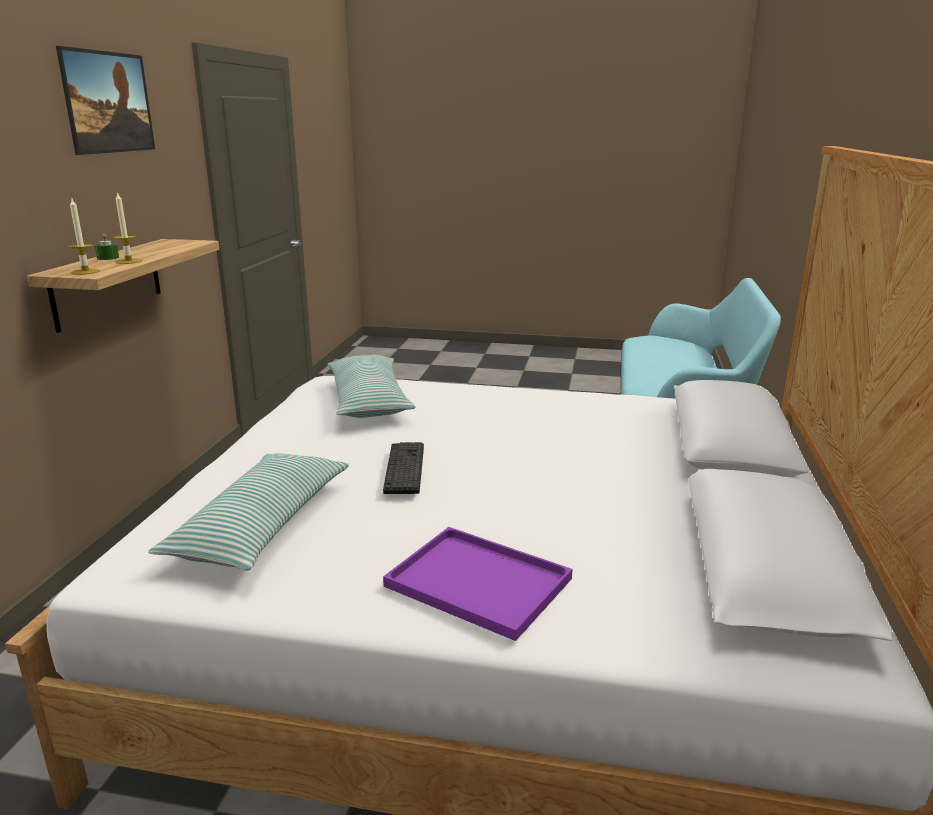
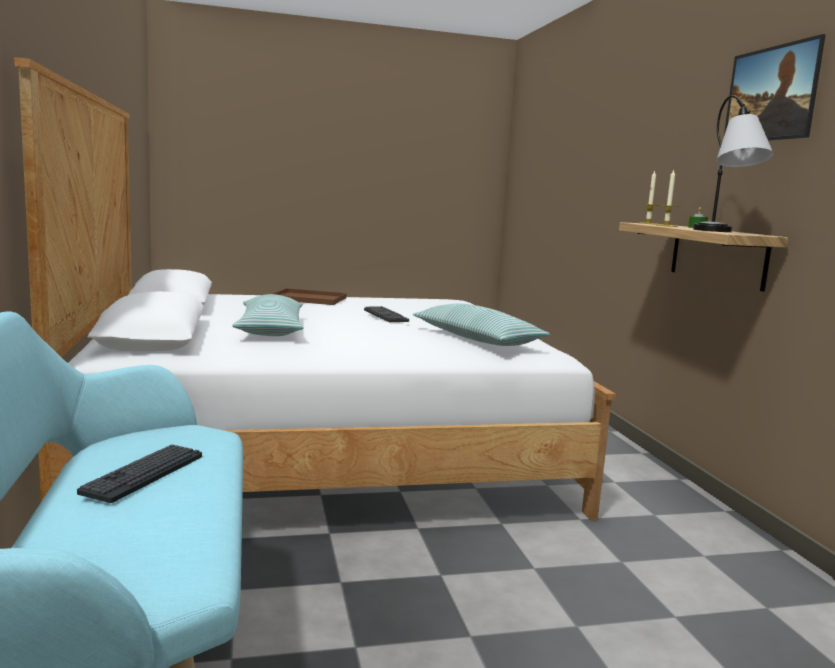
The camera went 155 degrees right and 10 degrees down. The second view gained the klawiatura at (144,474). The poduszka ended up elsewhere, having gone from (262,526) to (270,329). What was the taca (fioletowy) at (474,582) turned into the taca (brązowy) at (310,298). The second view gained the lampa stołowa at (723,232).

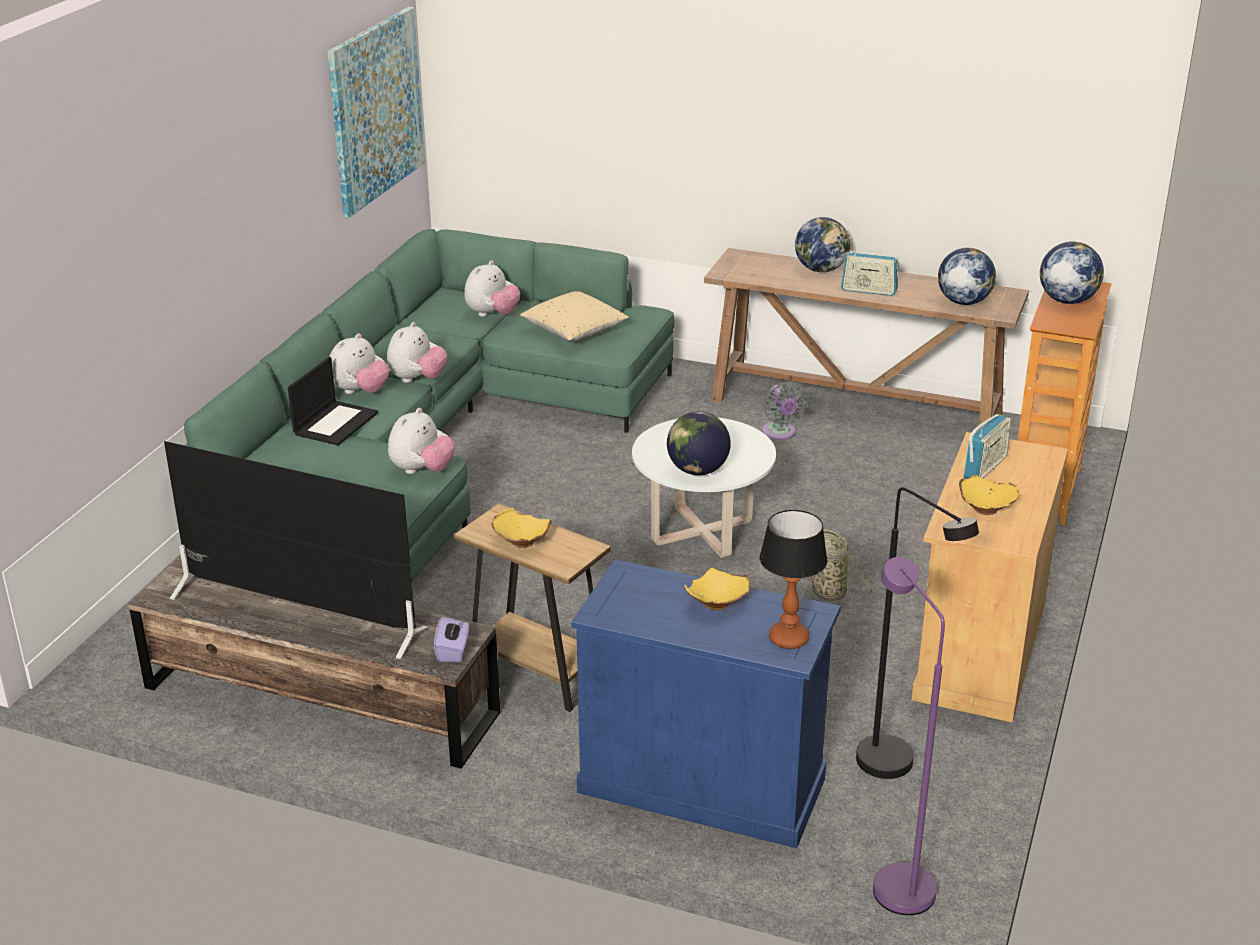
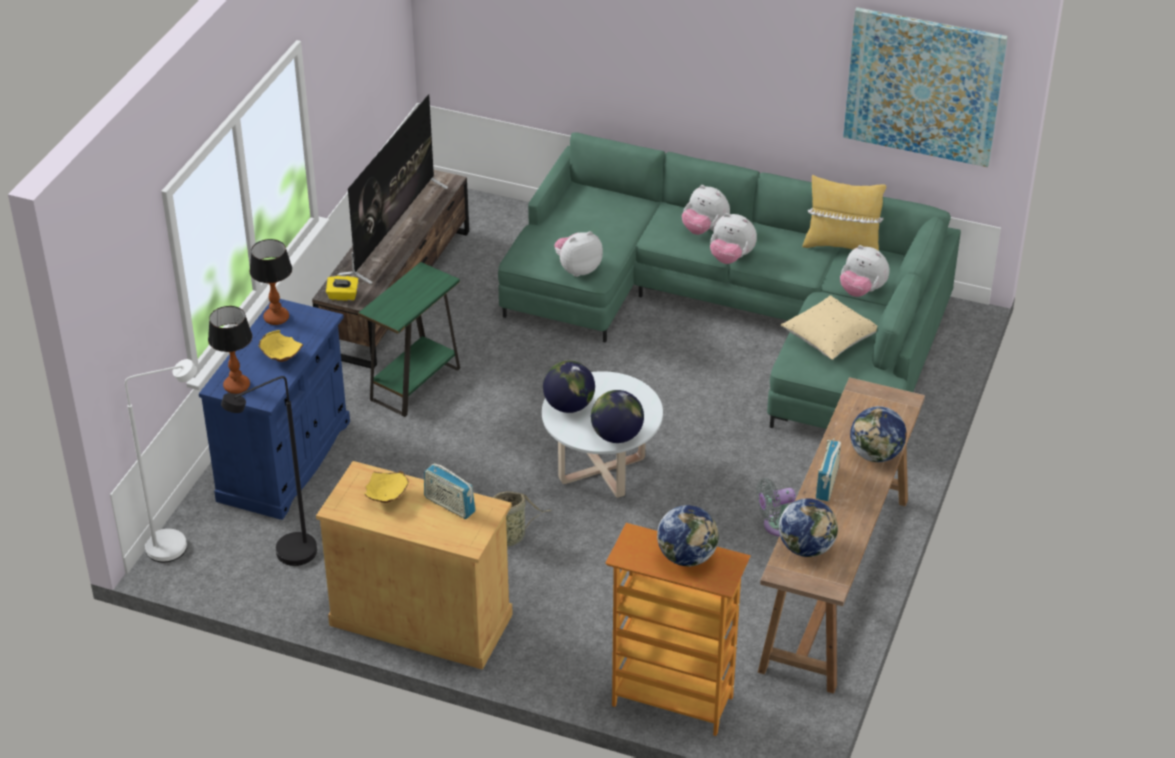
The camera went 90 degrees right and 10 degrees up. What was the lampa stojąca (fioletowy) at (895,879) turned into the lampa stojąca (biały) at (178,545). The second view gained the lampa stołowa at (277,318). What was the pudełko chusteczek (fioletowy) at (453,651) turned into the pudełko chusteczek (żółty) at (343,296). What was the stolik (brązowy) at (537,673) turned into the stolik (zielony) at (415,384). The pluszak at (422,470) ended up facing another way, 120 degrees clockwise from before. The second view gained the globus at (617,435). The second view gained the poduszka (żółty) at (842,245). The second view lost the laptop at (335,423). The second view lost the miska (żółty) at (521,543).

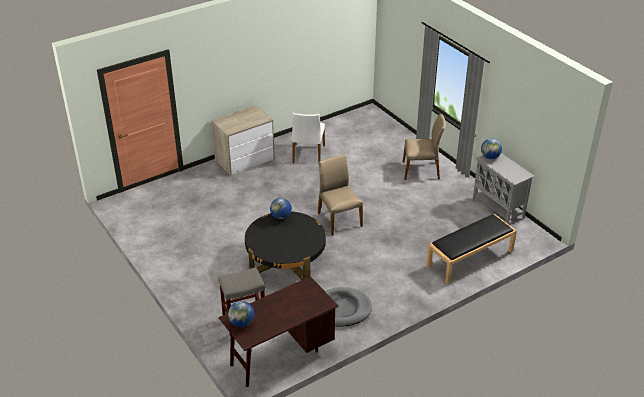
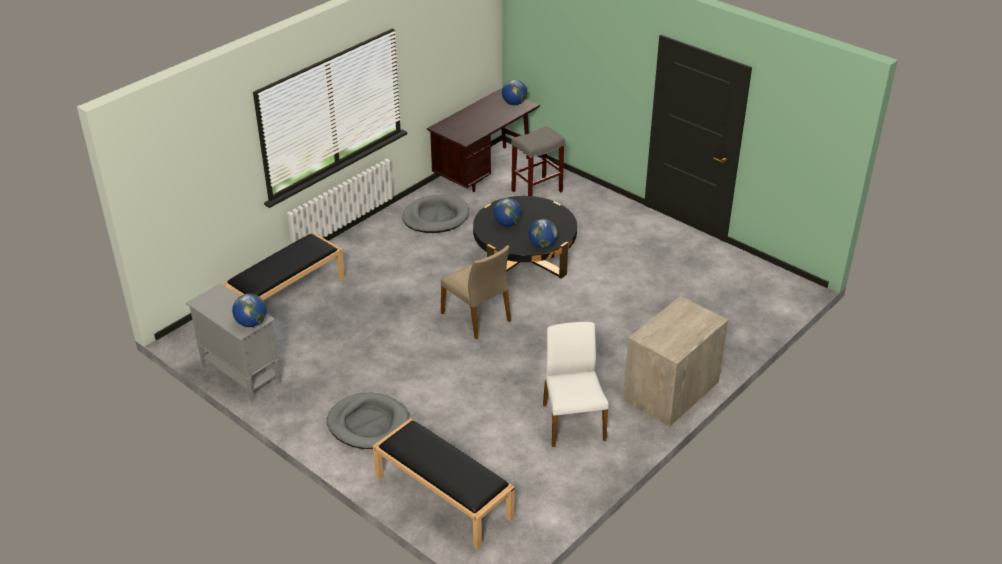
The camera went 165 degrees right and 0 degrees up. Where the krzesło (beżowy) stood at (421,170), the legowisko (szary) came to stand at (368,424). The second view gained the ławka (czarny) at (442,497). The second view gained the globus at (507,224).

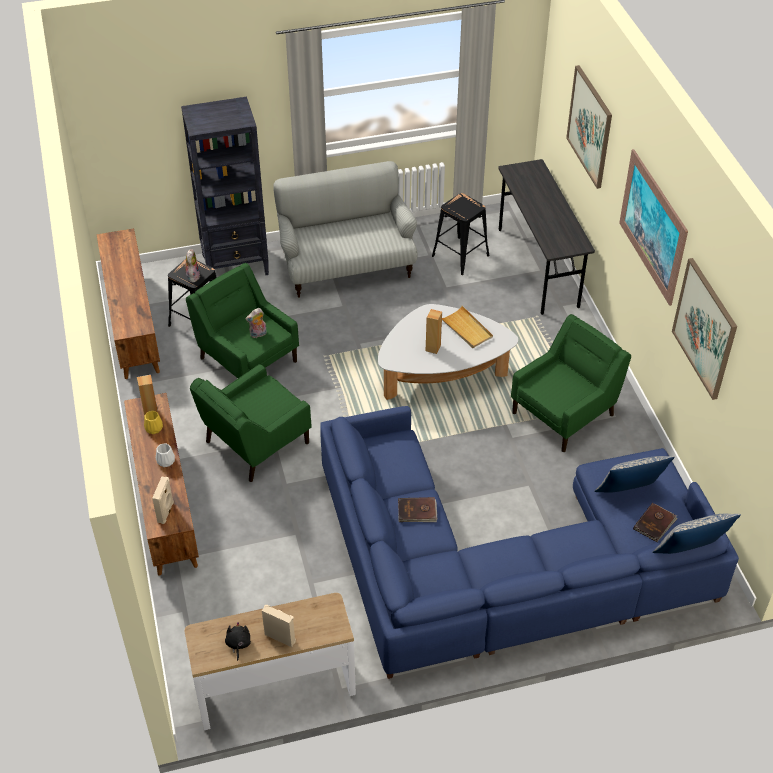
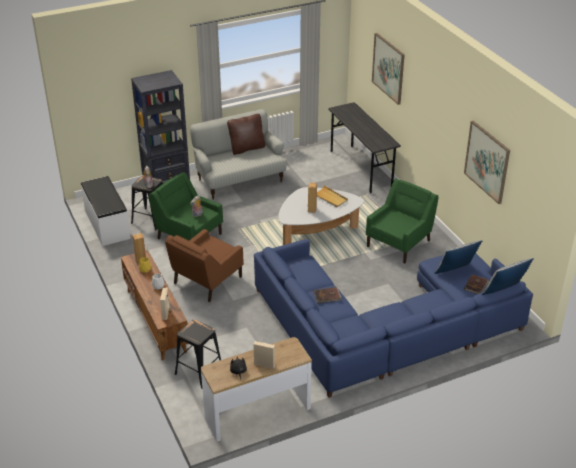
The camera went 10 degrees left and 10 degrees down. Where the szafka pod telewizor (brązowy) stood at (132,324), the ławka (biały) came to stand at (106,225). What was the fotel (zielony) at (255,443) turned into the fotel (brązowy) at (206,281). The stołek (czarny) ended up elsewhere, having gone from (460,256) to (199,371). The second view gained the poduszka (brązowy) at (247,148). The second view lost the obraz at (652,226).

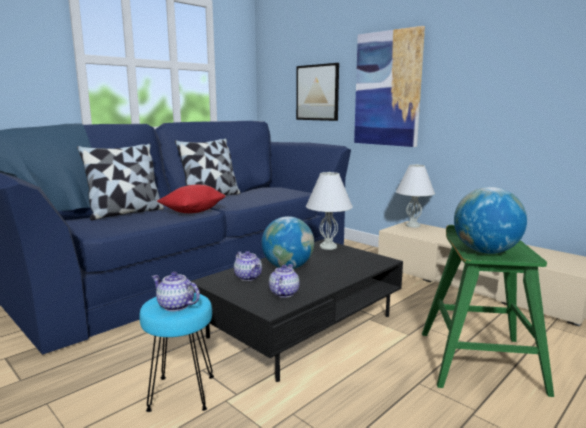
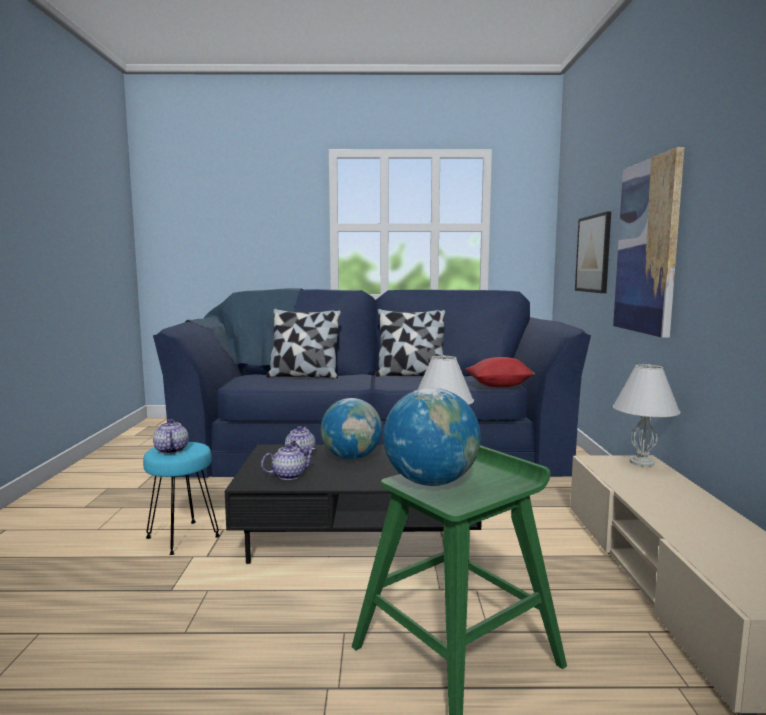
The camera went 45 degrees right and 5 degrees down. The poduszka (czerwony) ended up elsewhere, having gone from (193,211) to (499,386).

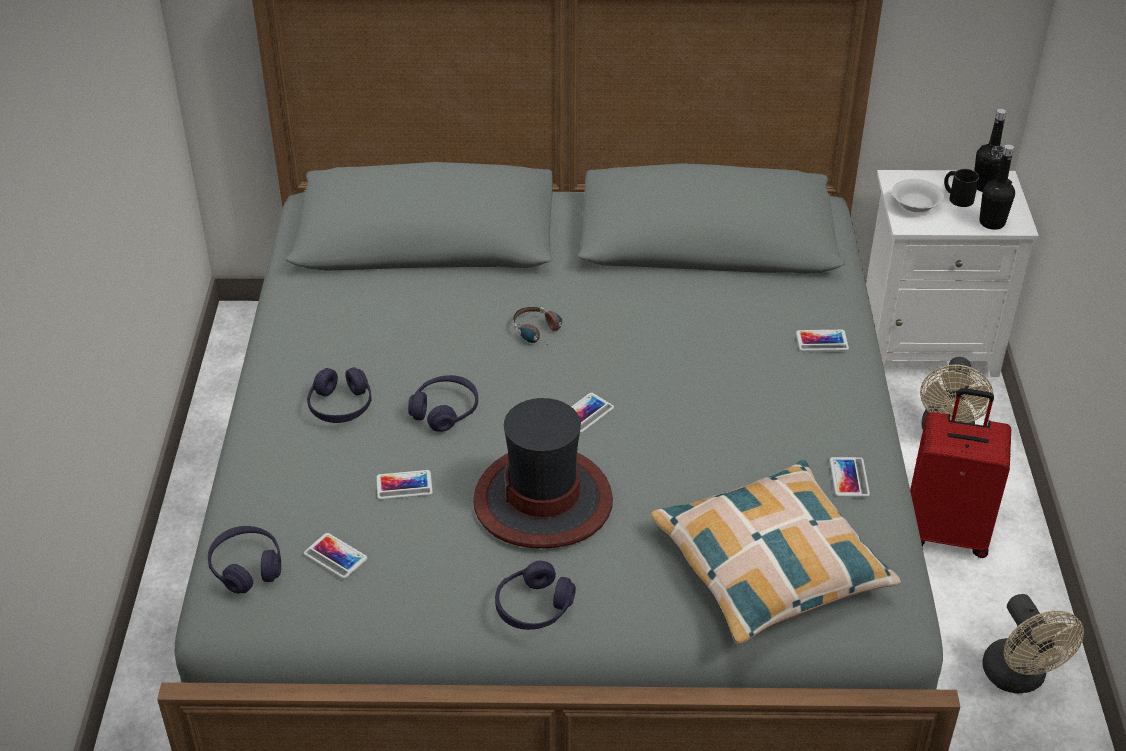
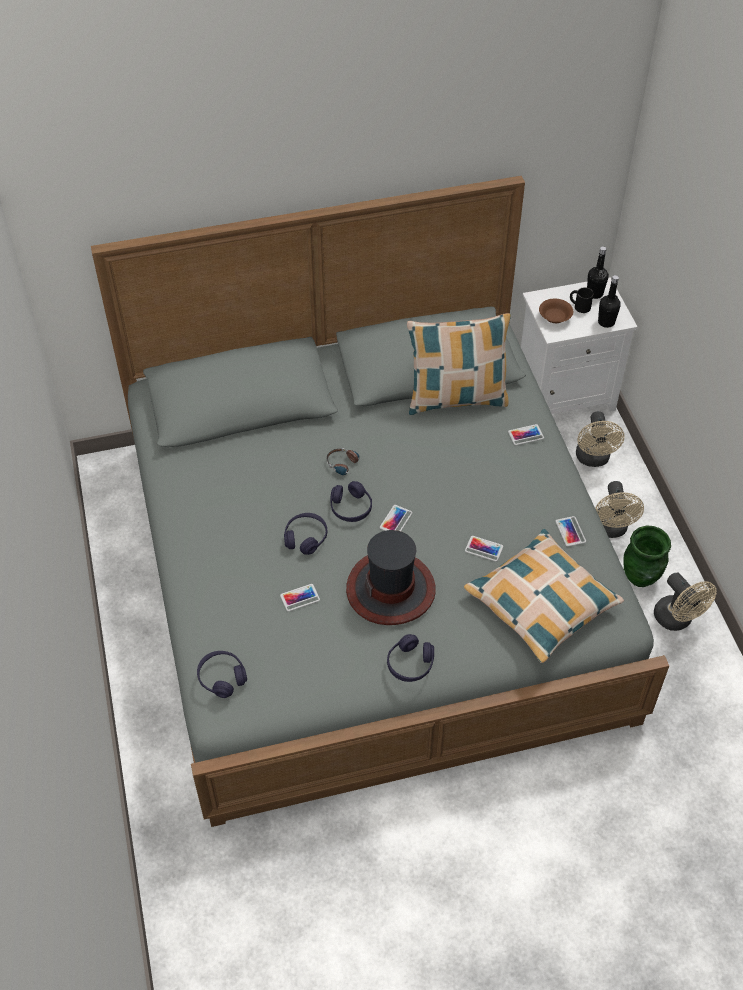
The camera went 15 degrees left and 10 degrees up. The słuchawki (fioletowy) ended up elsewhere, having gone from (340,406) to (351,507). The second view gained the poduszka at (456,398). The telefon ended up elsewhere, having gone from (335,556) to (484,549). What was the miska (biały) at (915,205) turned into the miska (brązowy) at (554,317). Where the walizka (czerwony) stood at (946,531), the wentylator (beżowy) came to stand at (611,529). The second view gained the wazon (zielony) at (641,577).

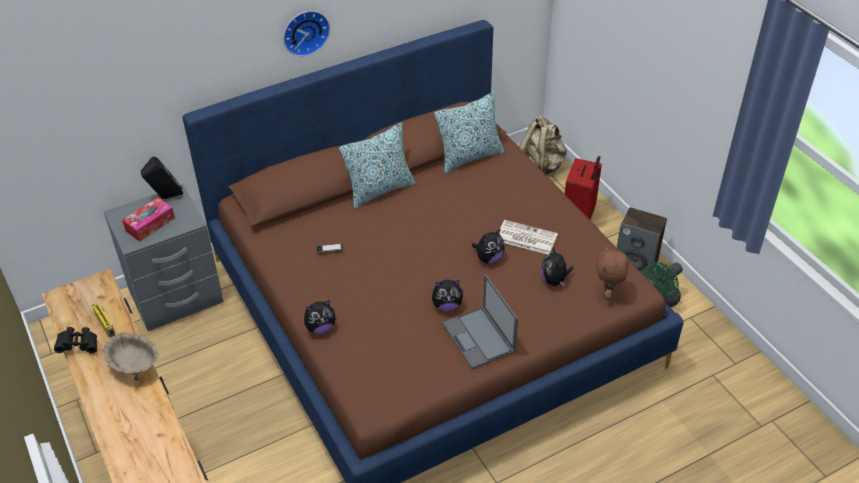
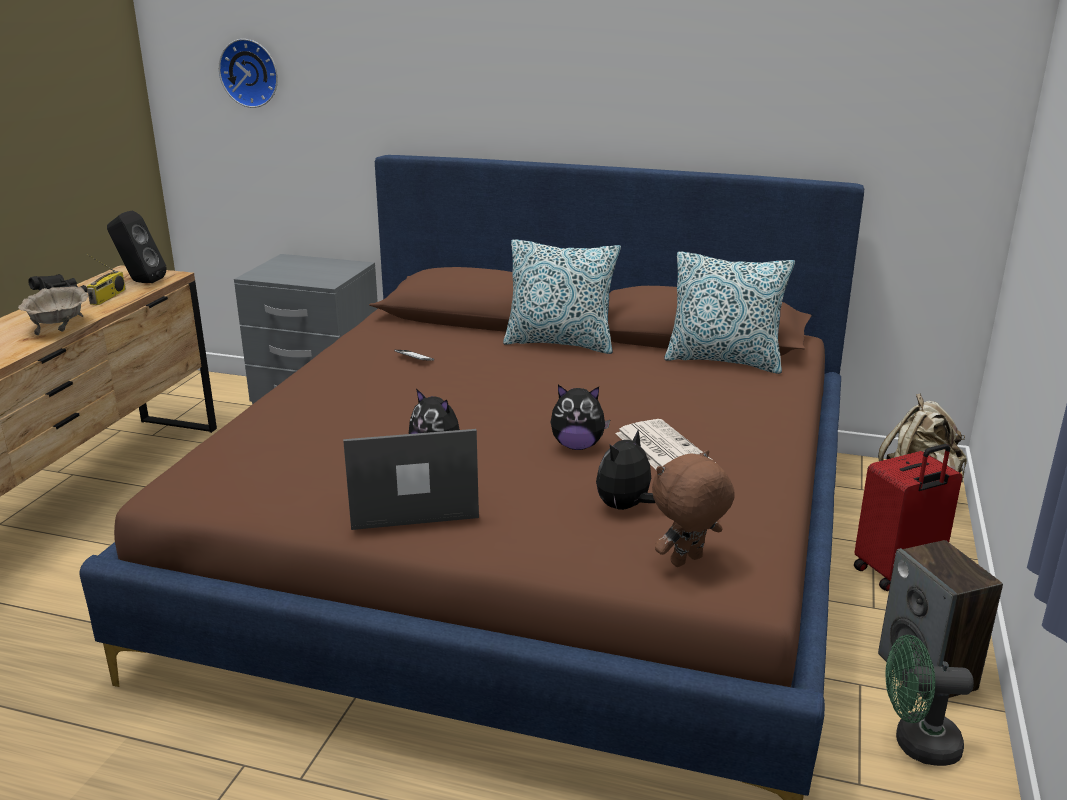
The camera went 45 degrees right and 20 degrees down. The głośnik (czarny) ended up elsewhere, having gone from (166,197) to (140,282). The zegar ścienny ended up elsewhere, having gone from (305,31) to (251,73). The laptop at (479,338) ended up facing another way, 60 degrees clockwise from before. The second view lost the pudełko chusteczek at (150,224). The second view lost the pluszak at (320,327).

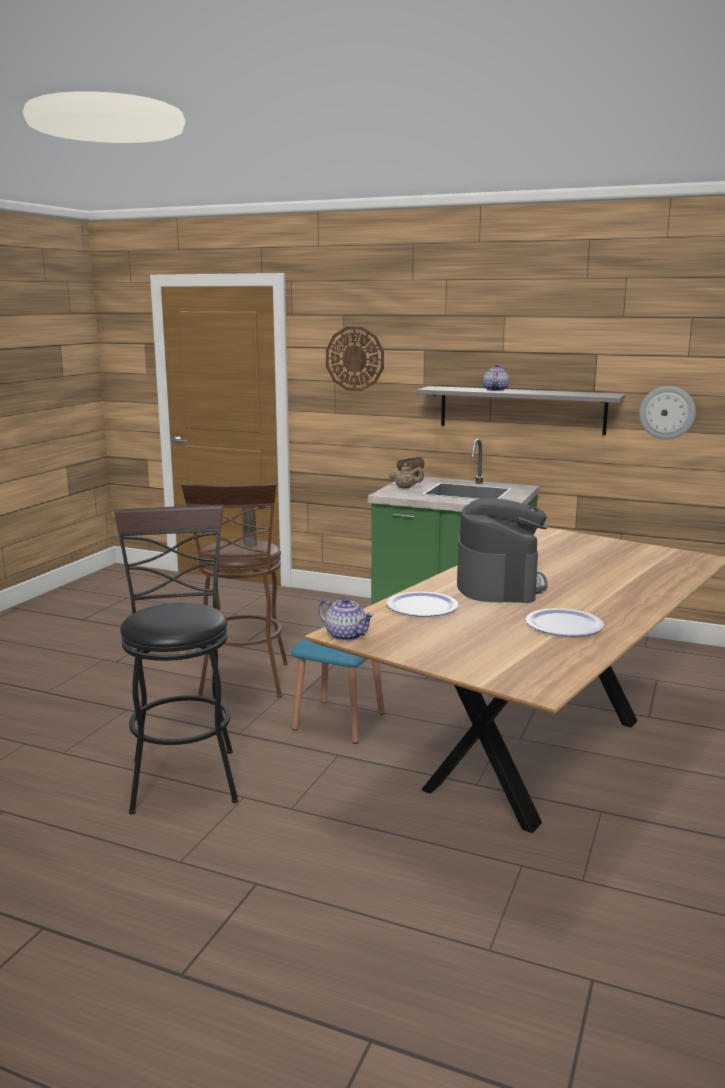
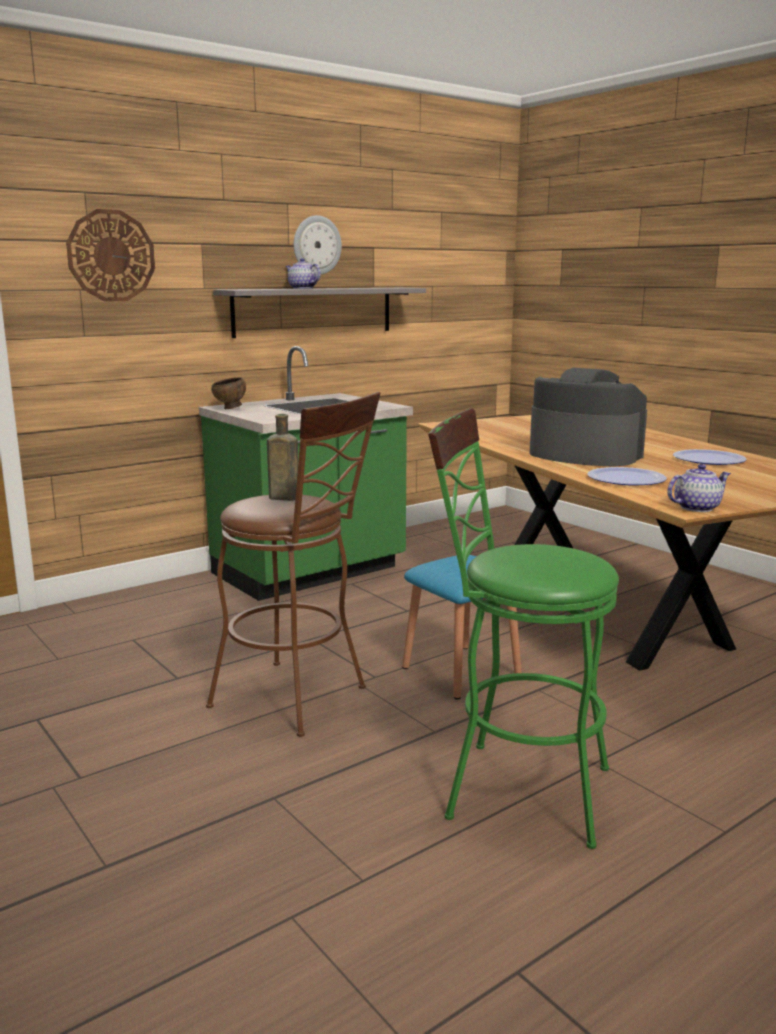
The camera went 60 degrees left and 0 degrees up. The zegar ścienny ended up elsewhere, having gone from (667,412) to (316,245). What was the stołek (czarny) at (183,774) turned into the stołek (zielony) at (513,789). The second view lost the imbryk (beżowy) at (406,488).

